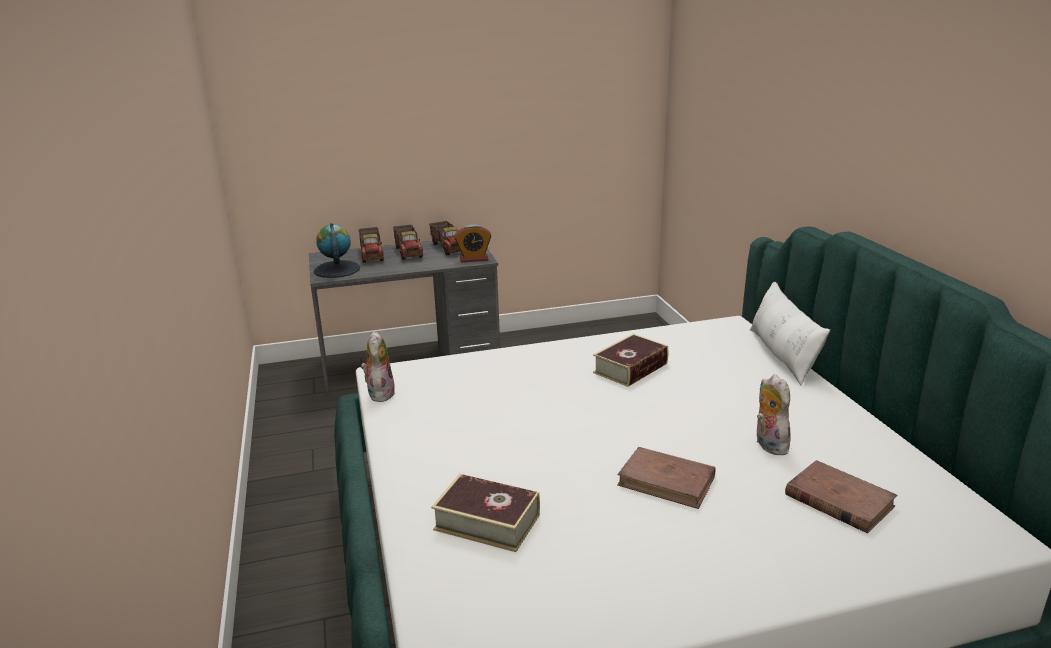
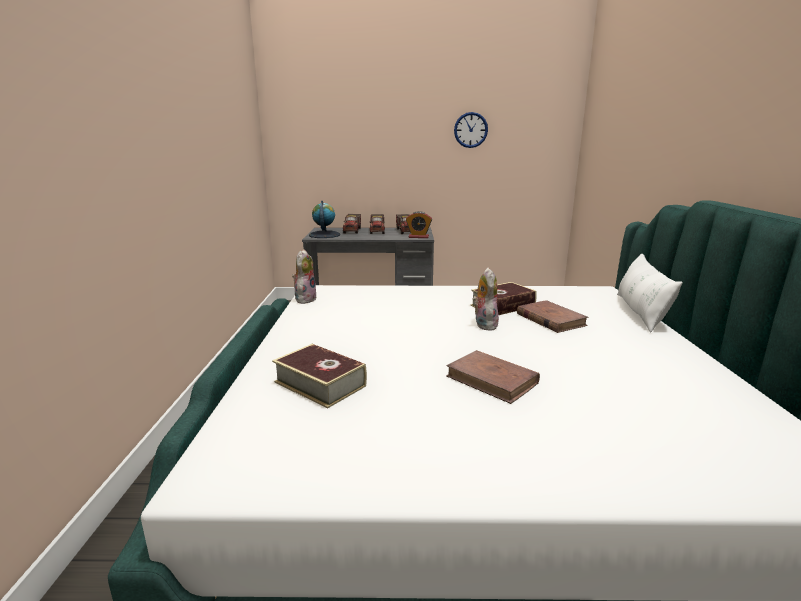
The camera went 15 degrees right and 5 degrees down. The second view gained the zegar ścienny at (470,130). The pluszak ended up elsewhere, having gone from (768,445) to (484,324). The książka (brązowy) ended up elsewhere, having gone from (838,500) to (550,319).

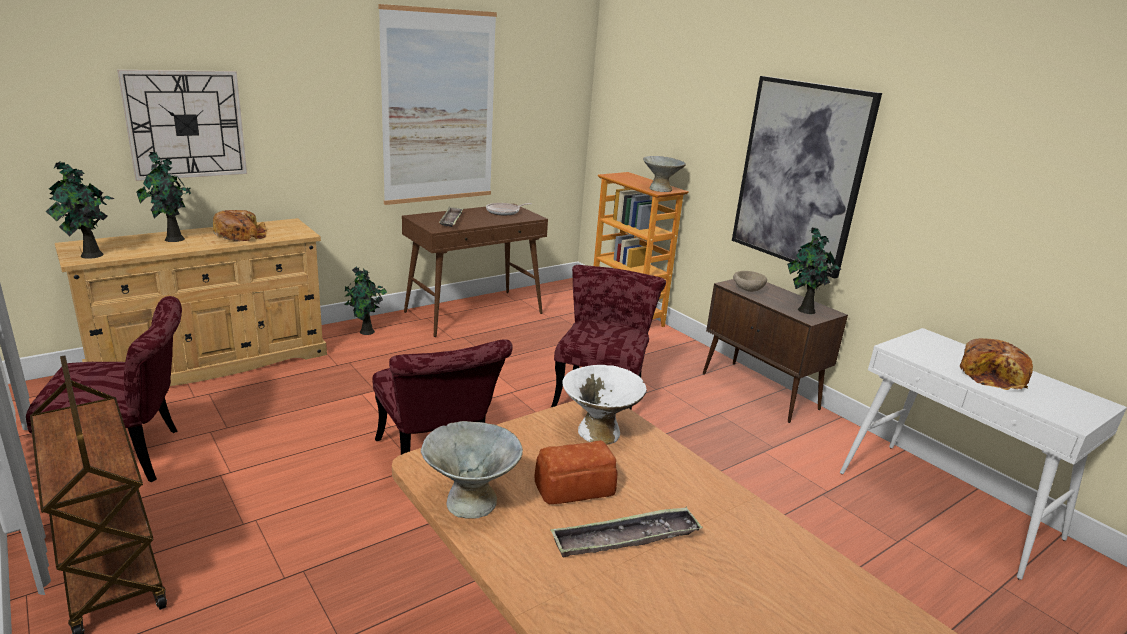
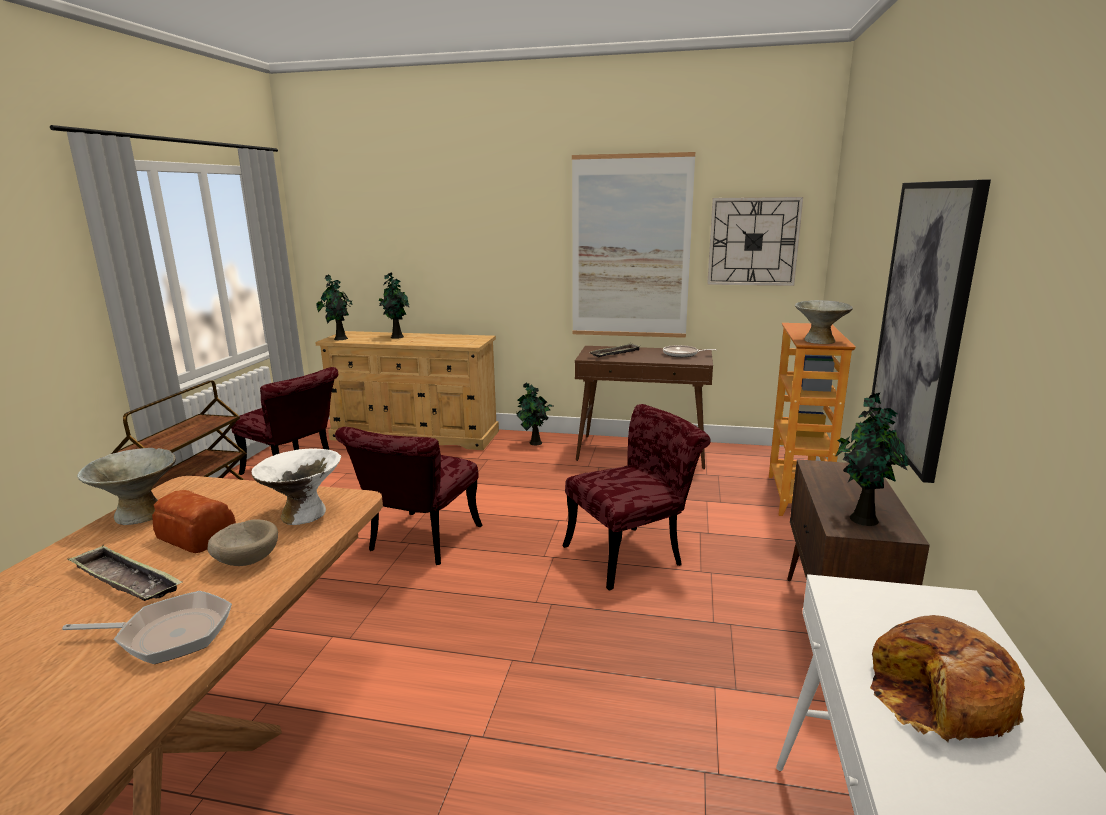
The camera went 50 degrees right and 5 degrees down. The second view gained the patelnia at (168,634). The miska (beżowy) ended up elsewhere, having gone from (747,290) to (247,559). The zegar ścienny ended up elsewhere, having gone from (186,124) to (753,241). The second view lost the chleb at (240,235).

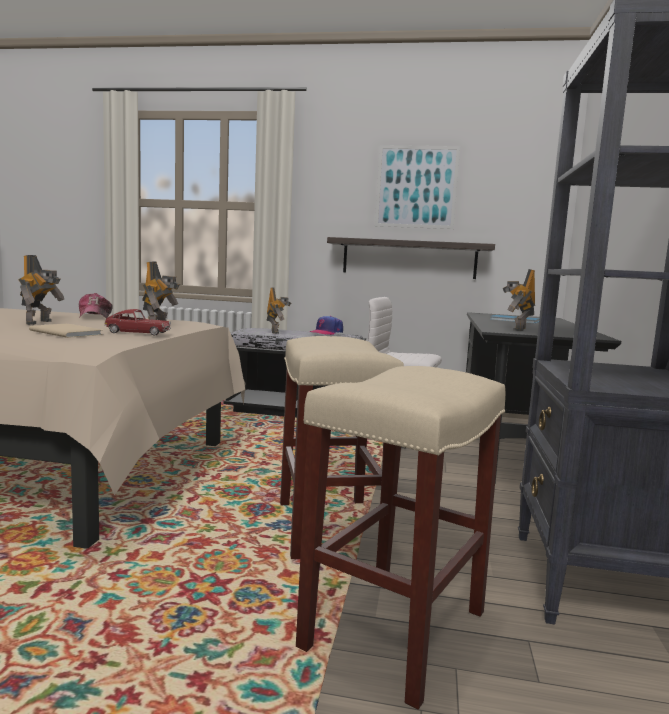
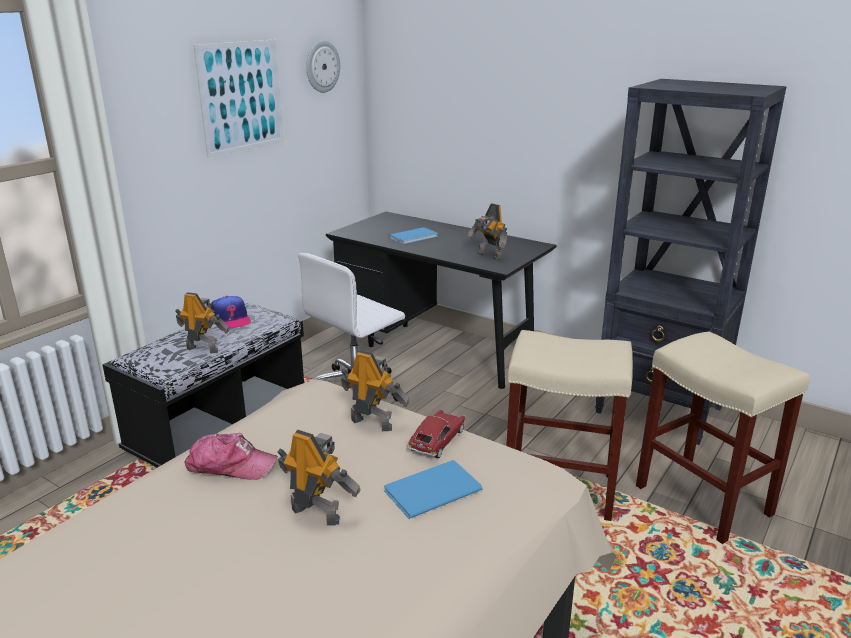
The camera went 65 degrees left and 15 degrees up. The second view gained the zegar ścienny at (322,66). What was the książka (beżowy) at (67,332) turned into the książka (niebieski) at (429,490). The second view lost the półka at (409,258).

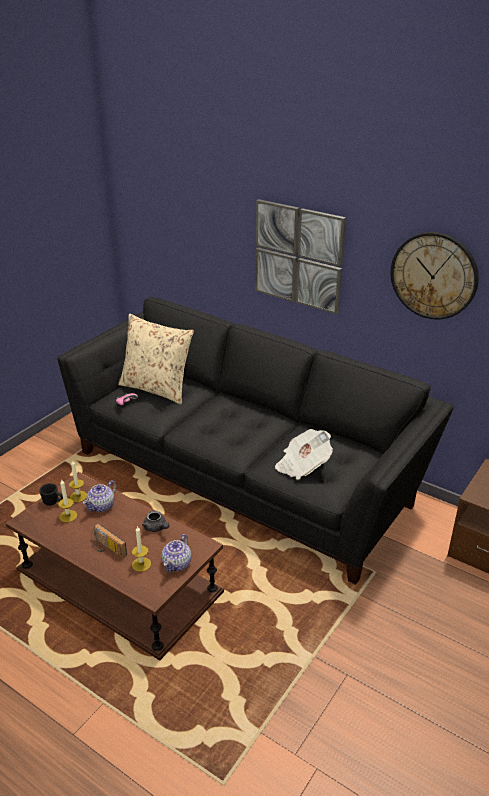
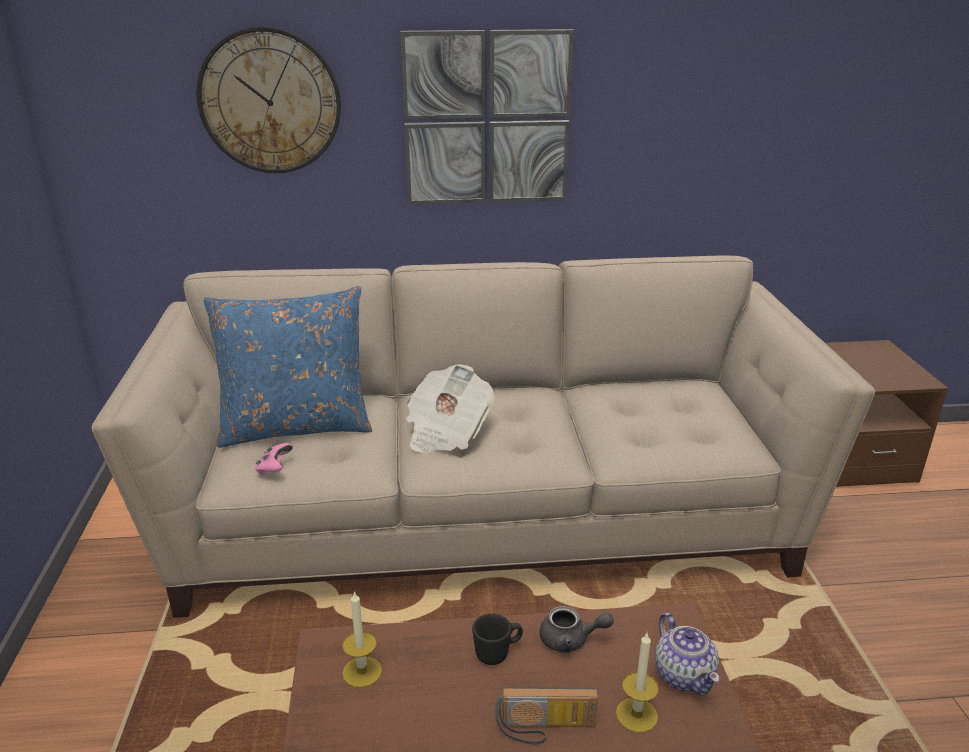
The camera went 40 degrees left and 5 degrees down. What was the kanapa (czarny) at (245,474) turned into the kanapa (beżowy) at (485,514). The zegar ścienny ended up elsewhere, having gone from (434,275) to (270,101). What was the poduszka (beżowy) at (157,388) turned into the poduszka (niebieski) at (297,426). The gazeta ended up elsewhere, having gone from (302,465) to (446,431). The kubek (czarny) ended up elsewhere, having gone from (53,502) to (498,653). The second view lost the świeca at (68,516). The second view lost the imbryk at (102,506).

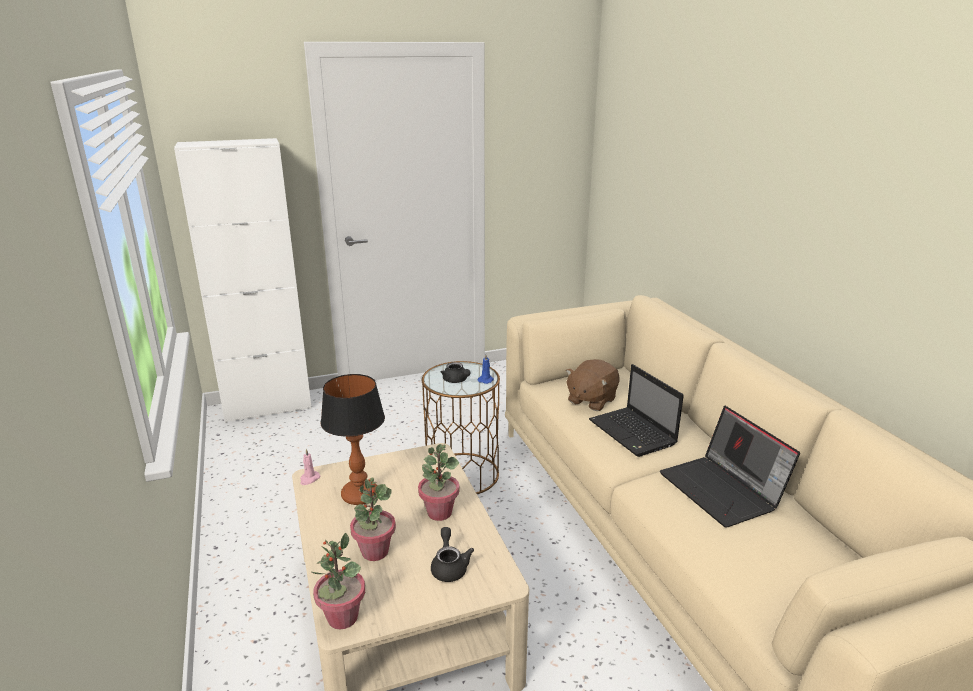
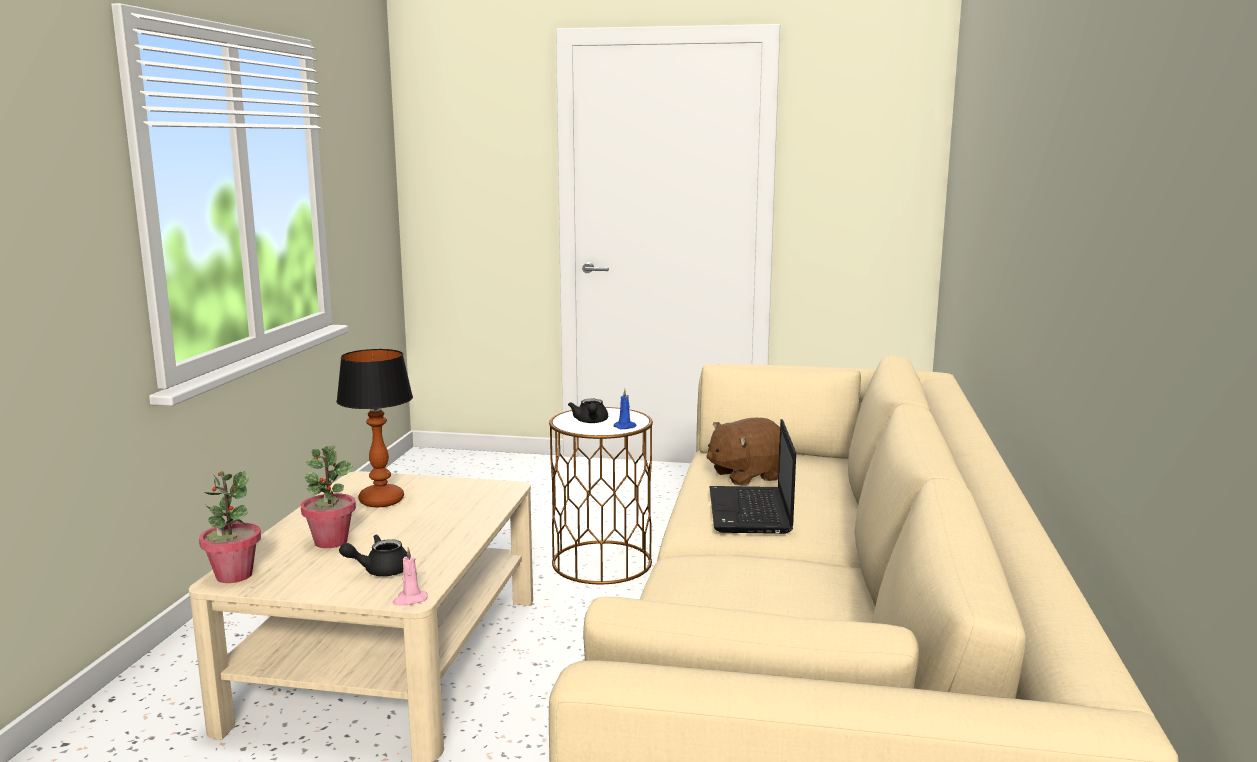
The camera went 30 degrees right and 10 degrees down. The imbryk (czarny) at (449,566) ended up facing another way, 135 degrees counterclockwise from before. The świeca (różowy) ended up elsewhere, having gone from (309,479) to (409,600). The second view lost the szafka (biały) at (268,407). The second view lost the roślina doniczkowa at (439,512). The second view lost the laptop at (723,490).

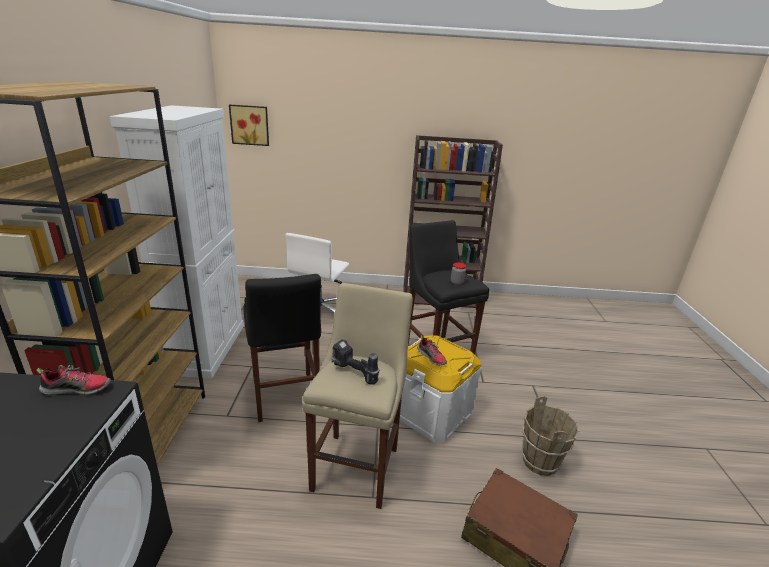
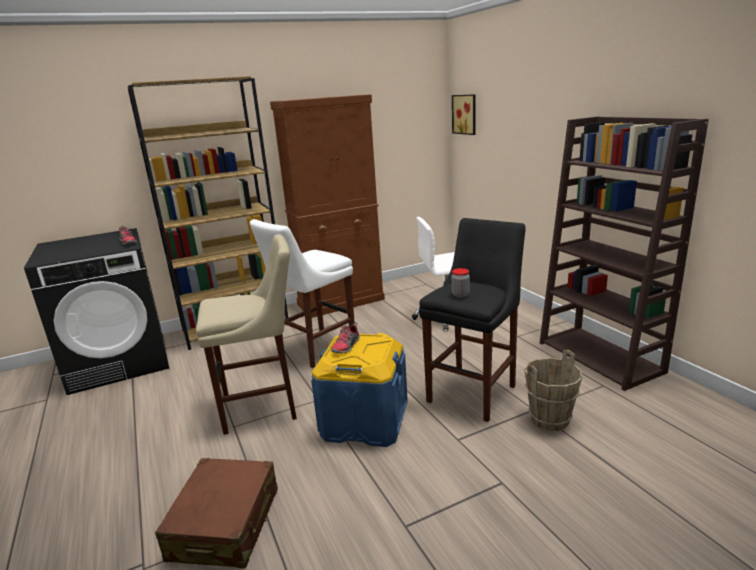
The camera went 65 degrees right and 5 degrees down. What was the stołek (czarny) at (285,398) turned into the stołek (biały) at (314,350). What was the szafka (biały) at (207,348) turned into the szafka (brązowy) at (341,301). What was the pojemnik do przechowywania (biały) at (431,412) turned into the pojemnik do przechowywania (niebieski) at (365,421). The wiadro (brązowy) ended up elsewhere, having gone from (540,462) to (550,419). The second view lost the wiertarka at (353,374).

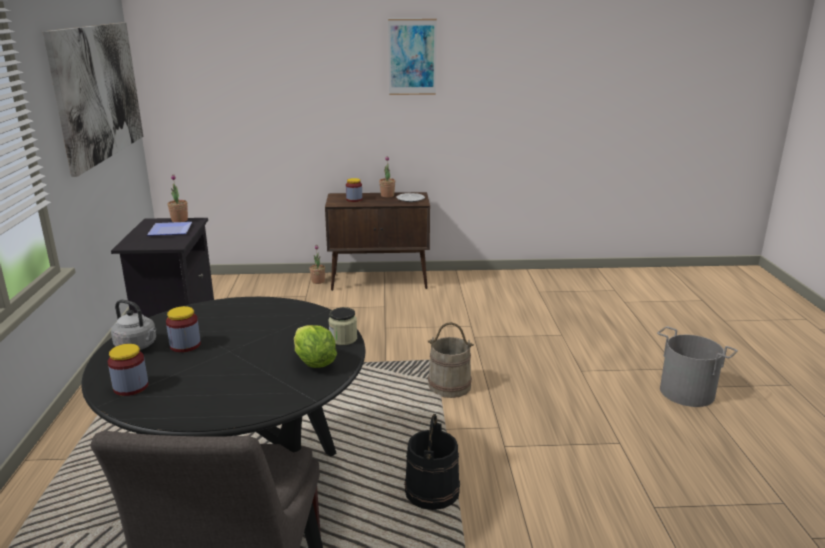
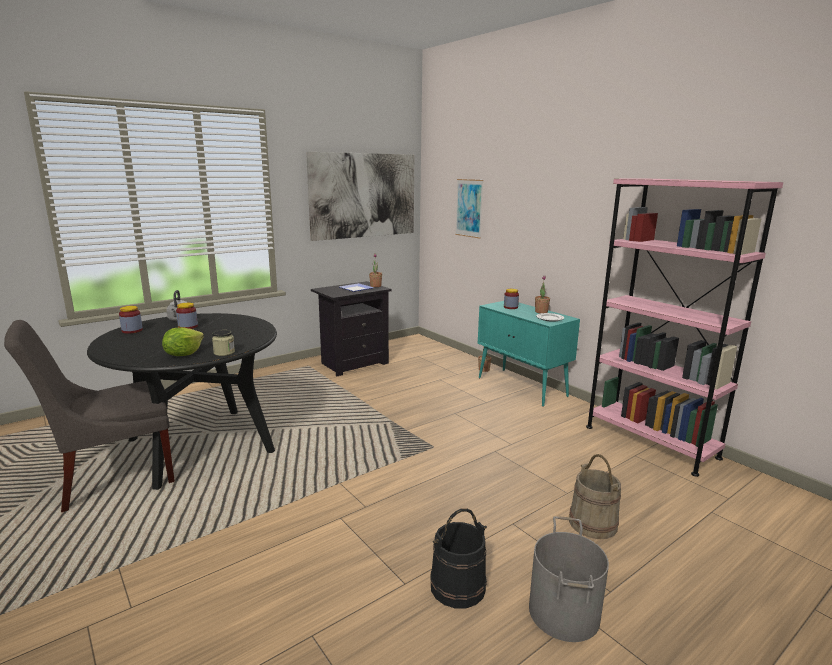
The camera went 55 degrees right and 5 degrees down. The wiadro (czarny) ended up elsewhere, having gone from (432,492) to (458,587). The obraz ended up elsewhere, having gone from (412,57) to (469,208). What was the szafka (brązowy) at (380,281) turned into the szafka (turkusowy) at (522,387). The wiadro (beżowy) ended up elsewhere, having gone from (449,386) to (592,523). The second view gained the regał (różowy) at (650,442).

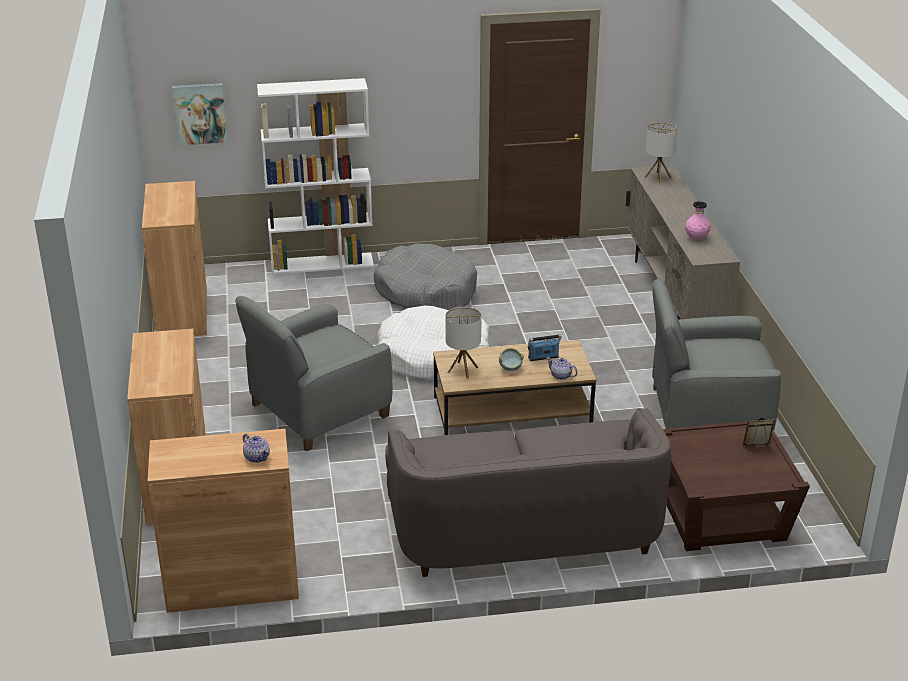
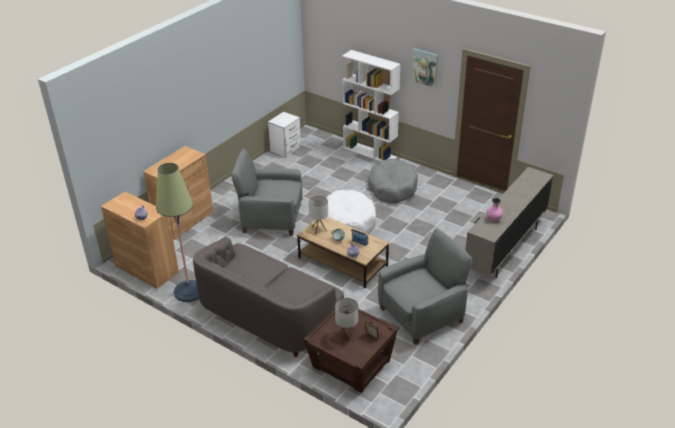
The camera went 45 degrees right and 5 degrees up. The second view gained the lampa stojąca at (189,291). Where the szafka (brązowy) stood at (182,312), the szafka nocna (biały) came to stand at (286,149). The lampa stołowa ended up elsewhere, having gone from (658,177) to (347,335). The fotel (szary) at (706,415) ended up facing another way, 105 degrees clockwise from before. The obraz ended up elsewhere, having gone from (200,113) to (424,67).

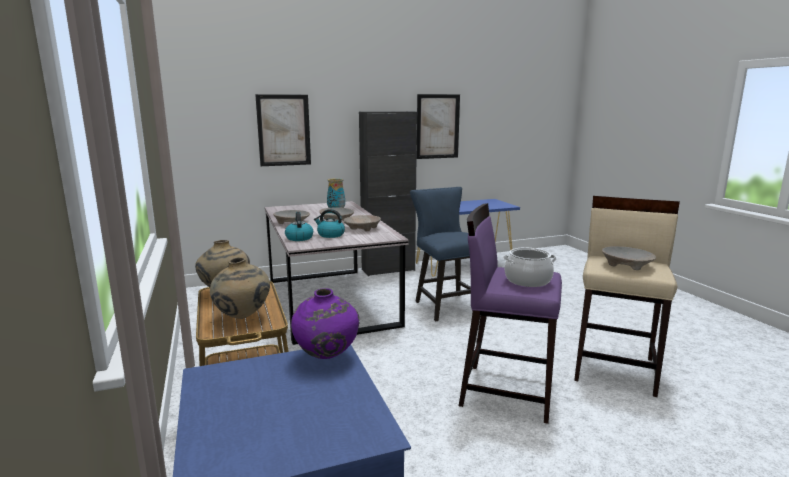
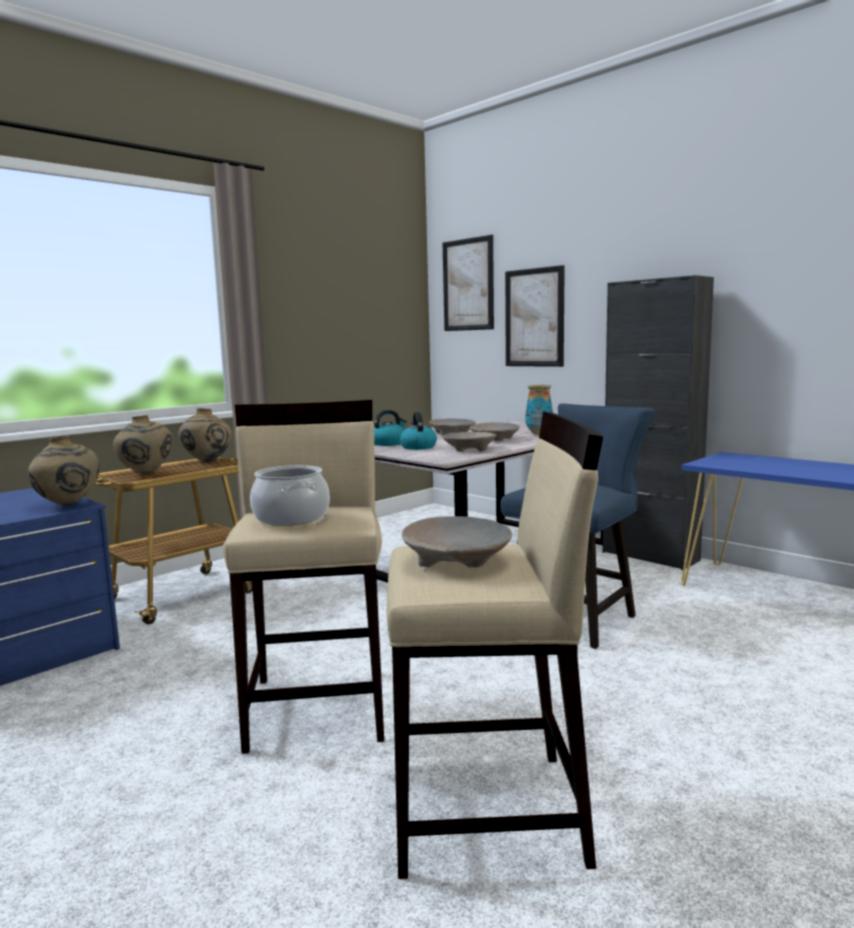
The camera went 65 degrees right and 5 degrees down. What was the wazon (fioletowy) at (327,357) turned into the wazon (beżowy) at (68,505). What was the stołek (fioletowy) at (505,391) turned into the stołek (beżowy) at (319,707). The obraz ended up elsewhere, having gone from (437,126) to (468,285).

